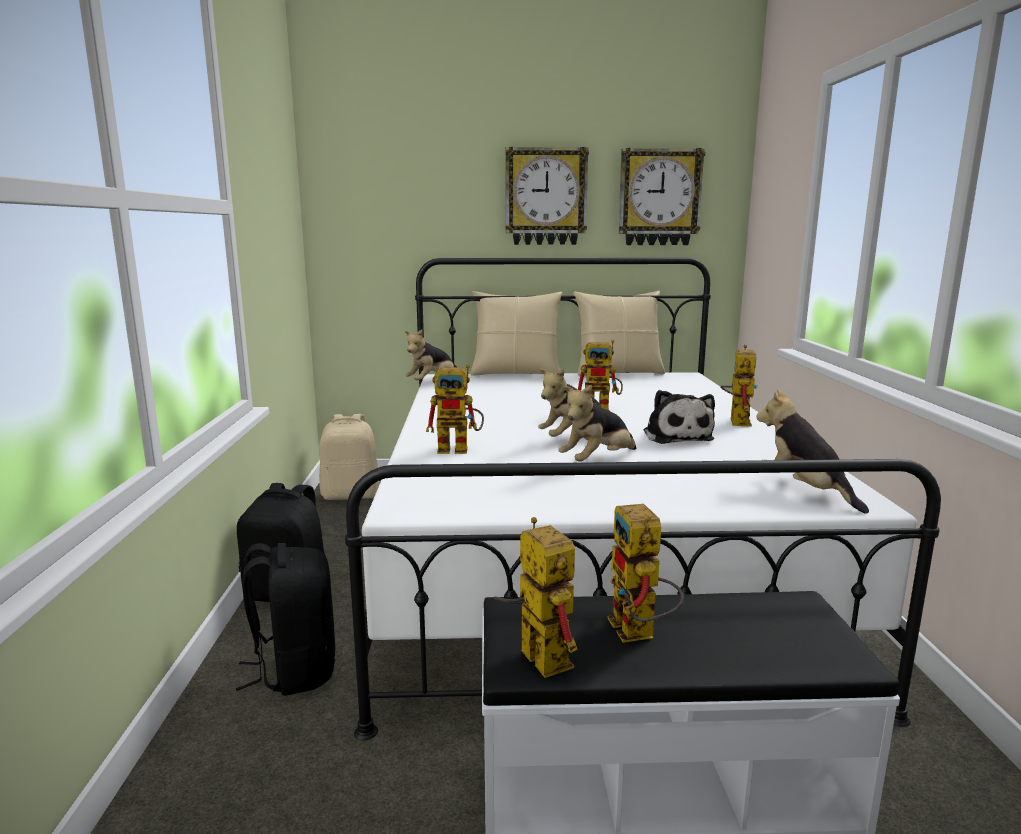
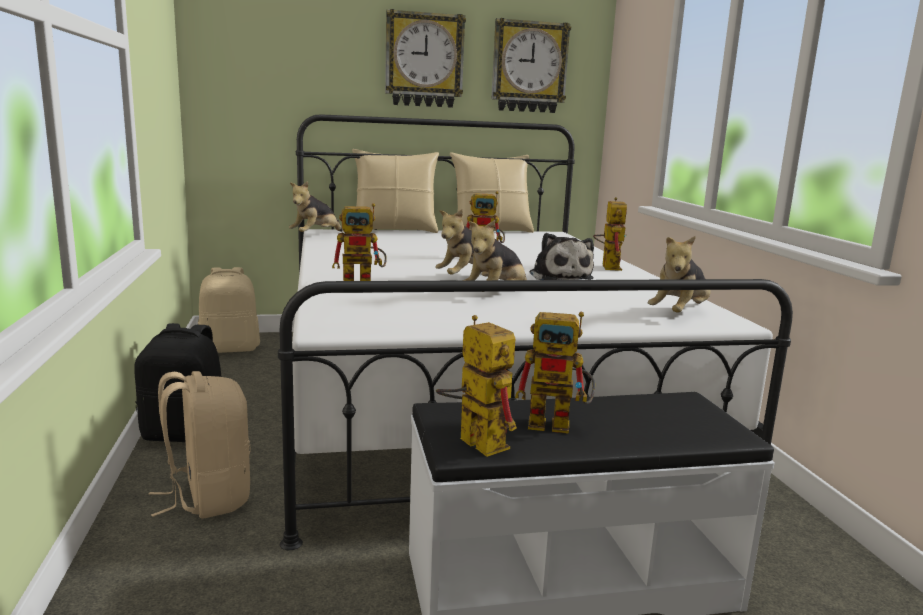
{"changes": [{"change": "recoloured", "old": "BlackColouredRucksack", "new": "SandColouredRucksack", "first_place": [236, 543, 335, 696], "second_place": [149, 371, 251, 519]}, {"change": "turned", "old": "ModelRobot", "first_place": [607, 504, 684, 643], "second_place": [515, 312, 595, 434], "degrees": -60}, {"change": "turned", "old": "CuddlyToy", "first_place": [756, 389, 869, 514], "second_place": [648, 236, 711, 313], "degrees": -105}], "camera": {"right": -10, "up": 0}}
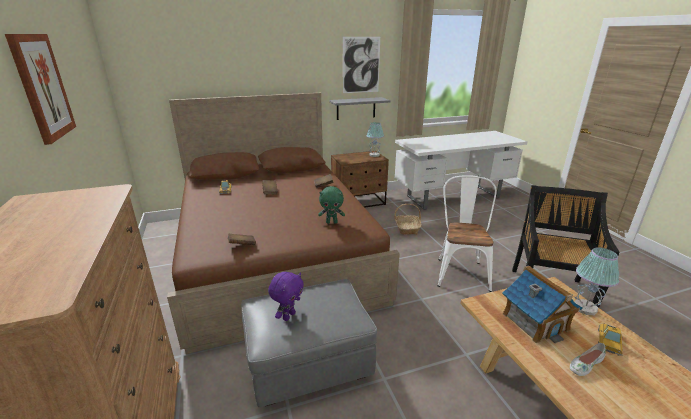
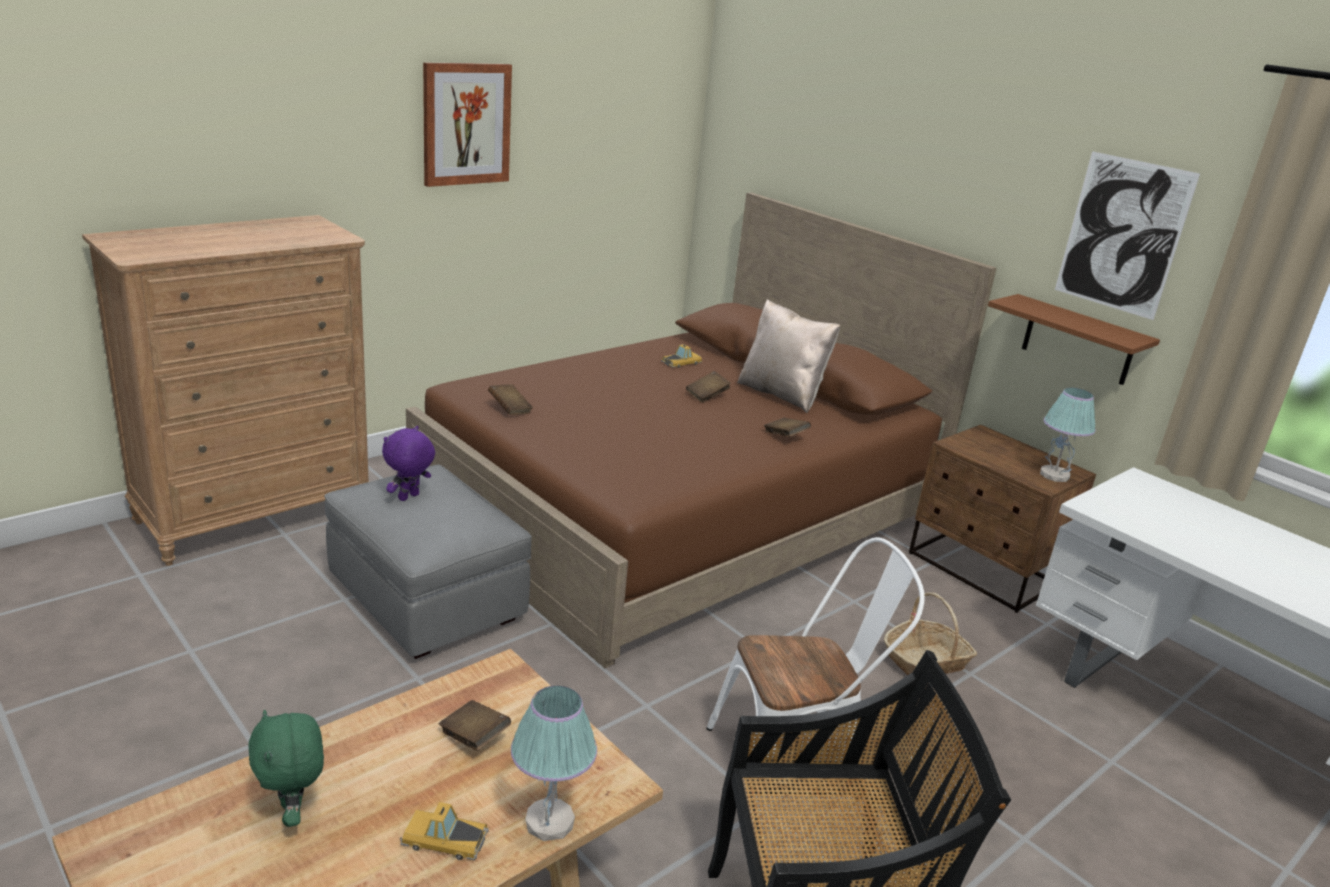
{"changes": [{"change": "moved", "old": "GreenColouredCuddlyToy", "first_place": [318, 186, 345, 224], "second_place": [248, 710, 324, 827]}, {"change": "turned", "old": "PurplishCuddlyToy", "first_place": [268, 272, 304, 321], "second_place": [382, 426, 435, 501], "degrees": 120}, {"change": "replaced", "old": "ModelHouse", "new": "BrownBook", "first_place": [502, 266, 582, 343], "second_place": [439, 700, 511, 751]}, {"change": "added", "new": "SandColouredPillow", "second_place": [737, 299, 841, 413]}, {"change": "recoloured", "old": "GrayShelf", "new": "BrownShelf", "first_place": [329, 97, 390, 120], "second_place": [988, 294, 1160, 385]}, {"change": "removed", "old": "WhiteColouredItemOfFootwear", "first_place": [570, 343, 606, 376]}], "camera": {"right": 65, "up": 0}}
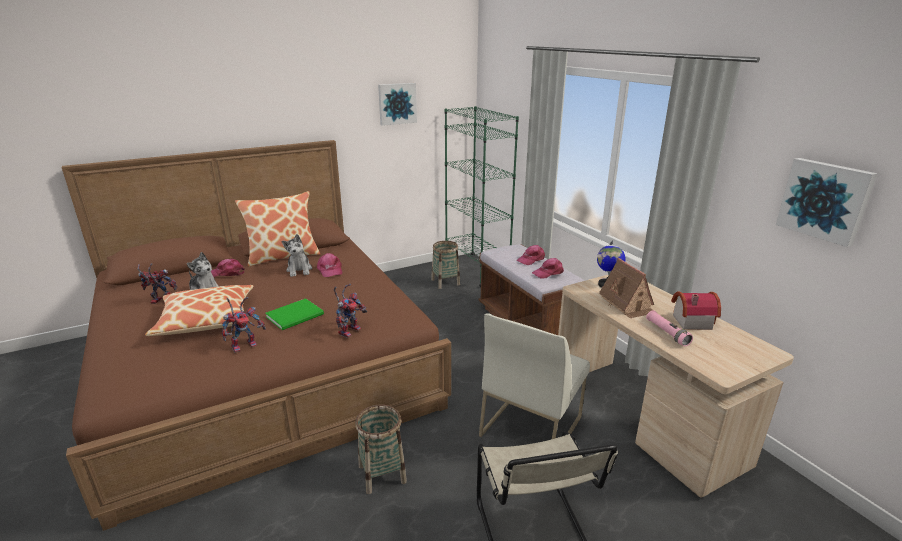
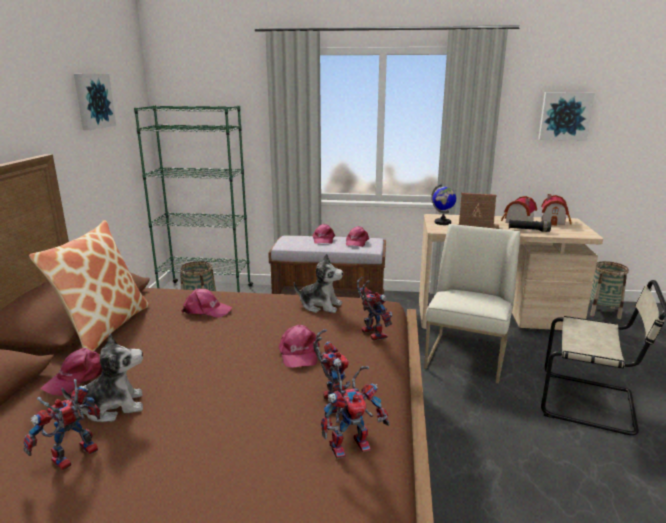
{"changes": [{"change": "replaced", "old": "GreenColouredBook", "new": "PinkBaseballCap", "first_place": [265, 298, 324, 330], "second_place": [279, 325, 320, 368]}, {"change": "moved", "old": "CuddlyToy", "first_place": [282, 234, 312, 277], "second_place": [294, 254, 343, 313]}, {"change": "added", "new": "ModelRobot", "second_place": [321, 363, 390, 459]}, {"change": "turned", "old": "WhiteColouredUprightChair", "first_place": [479, 313, 590, 439], "second_place": [424, 224, 520, 384], "degrees": -135}, {"change": "recoloured", "old": "PinkTorch", "new": "BlackColouredTorch", "first_place": [646, 310, 693, 346], "second_place": [509, 220, 551, 232]}, {"change": "added", "new": "ModelHouse", "second_place": [541, 194, 572, 226]}, {"change": "moved", "old": "StorageBasket", "first_place": [355, 405, 407, 494], "second_place": [589, 261, 629, 319]}, {"change": "removed", "old": "Pillow", "first_place": [145, 285, 254, 336]}], "camera": {"right": -55, "up": -5}}
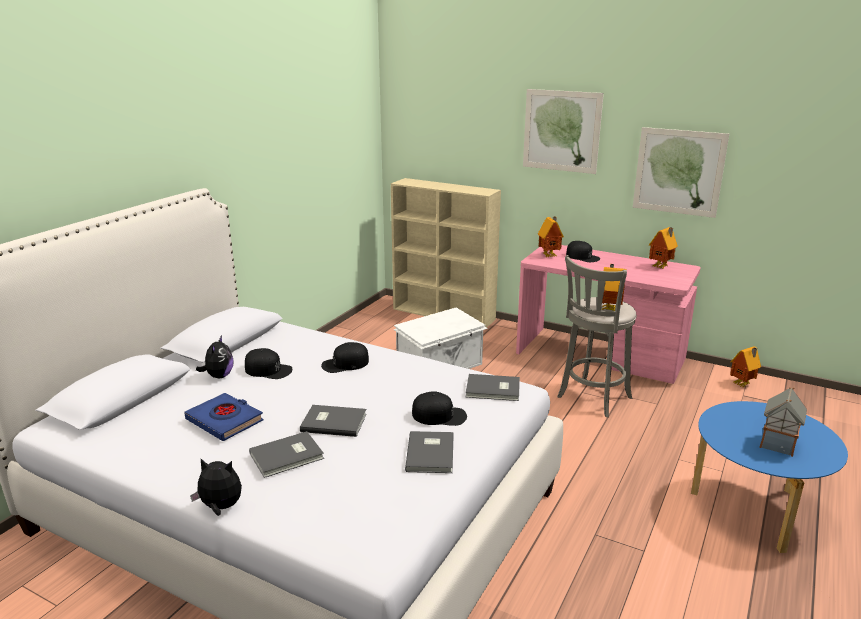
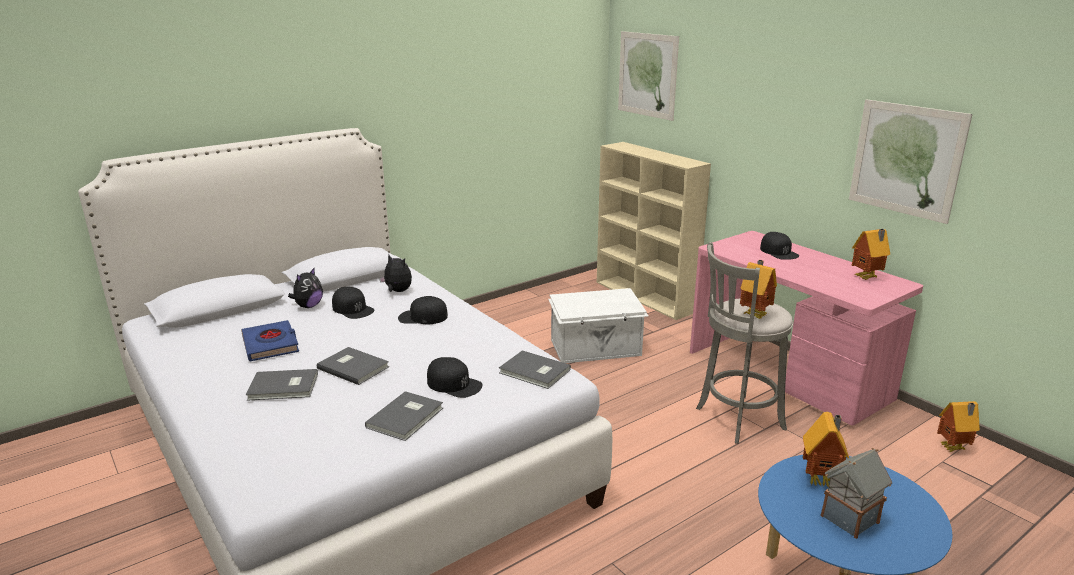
{"changes": [{"change": "moved", "old": "CuddlyToy", "first_place": [190, 459, 242, 516], "second_place": [379, 255, 412, 292]}, {"change": "moved", "old": "WallArt", "first_place": [523, 89, 604, 174], "second_place": [618, 31, 679, 121]}, {"change": "moved", "old": "ModelHouse", "first_place": [538, 216, 564, 257], "second_place": [803, 412, 849, 487]}], "camera": {"right": 25, "up": 0}}
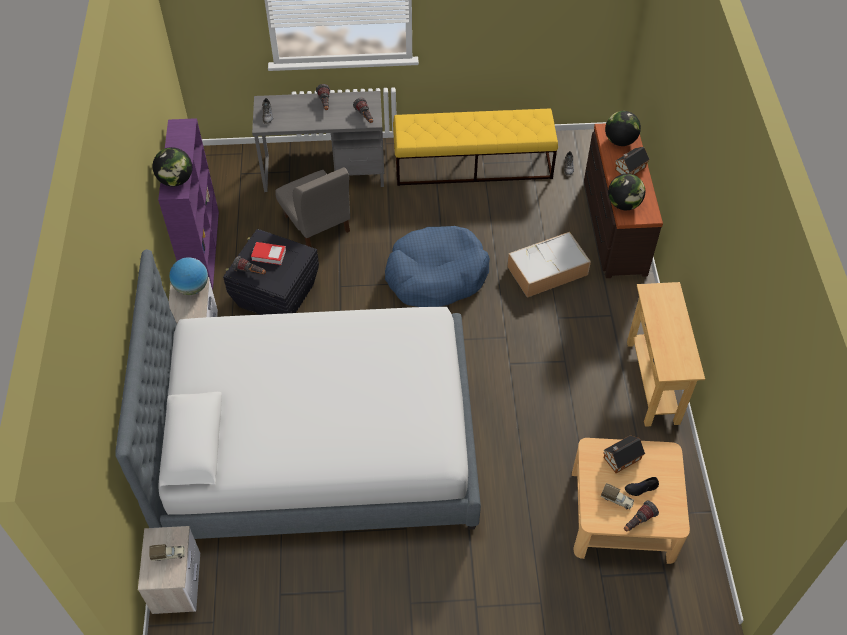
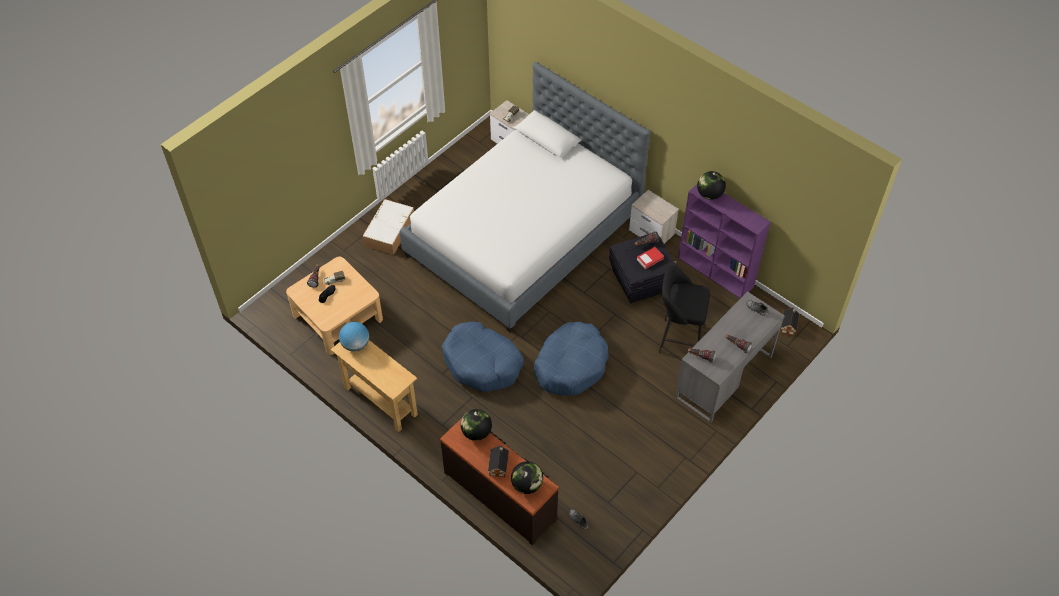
{"changes": [{"change": "moved", "old": "DeskGlobe", "first_place": [169, 257, 208, 295], "second_place": [339, 322, 369, 352]}, {"change": "moved", "old": "StorageBox", "first_place": [507, 232, 591, 298], "second_place": [363, 199, 414, 255]}, {"change": "added", "new": "BlueDogBed", "second_place": [442, 322, 524, 392]}, {"change": "replaced", "old": "GrayUprightChair", "new": "BlackColouredSittingStool", "first_place": [275, 167, 350, 247], "second_place": [658, 265, 710, 353]}, {"change": "moved", "old": "ModelHouse", "first_place": [603, 435, 645, 473], "second_place": [780, 308, 799, 336]}, {"change": "removed", "old": "YellowishBench", "first_place": [393, 109, 558, 186]}], "camera": {"right": 135, "up": 0}}
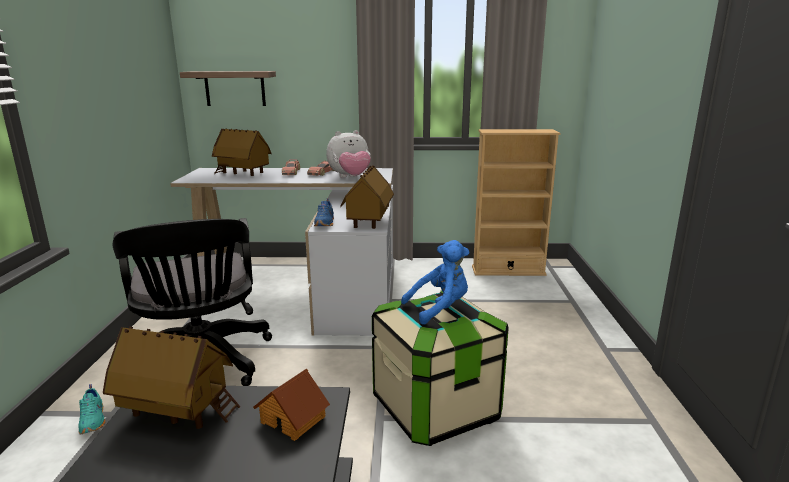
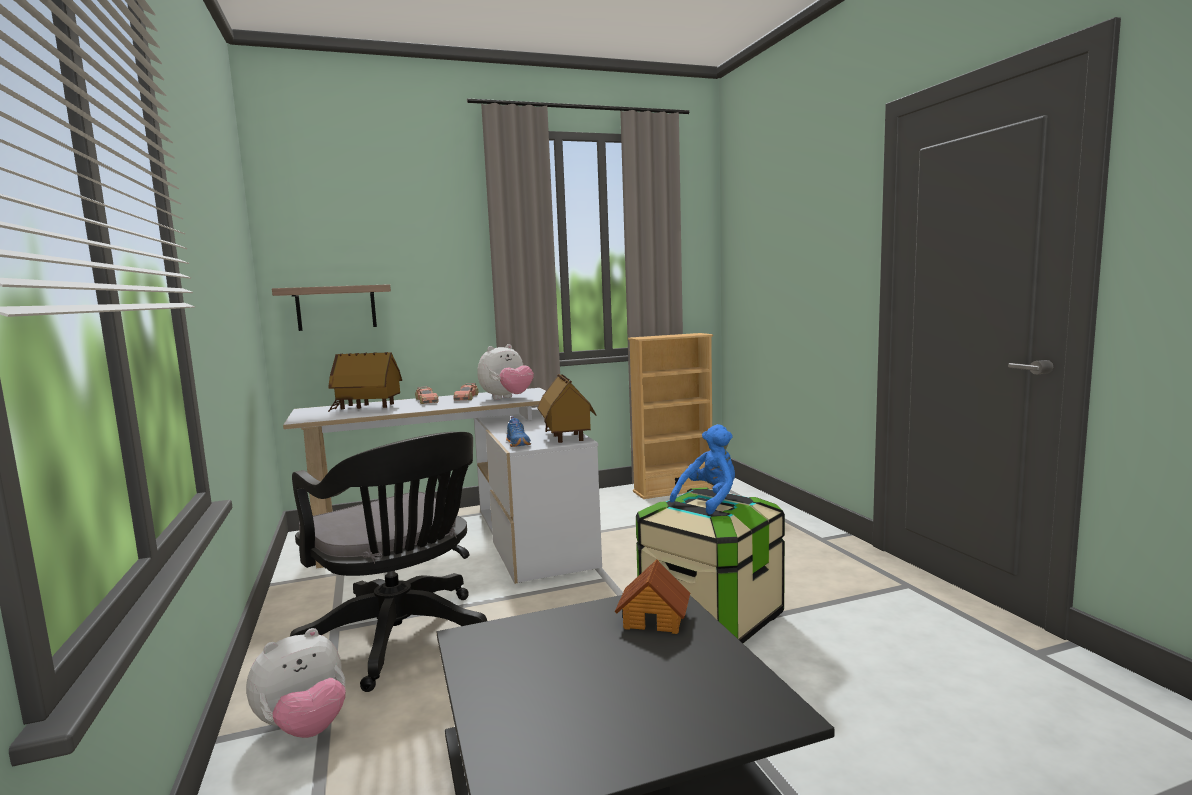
{"changes": [{"change": "replaced", "old": "TurquoiseItemOfFootwear", "new": "CuddlyToy", "first_place": [79, 384, 106, 435], "second_place": [246, 628, 346, 738]}, {"change": "removed", "old": "ModelHouse", "first_place": [103, 326, 240, 429]}], "camera": {"right": -20, "up": -10}}
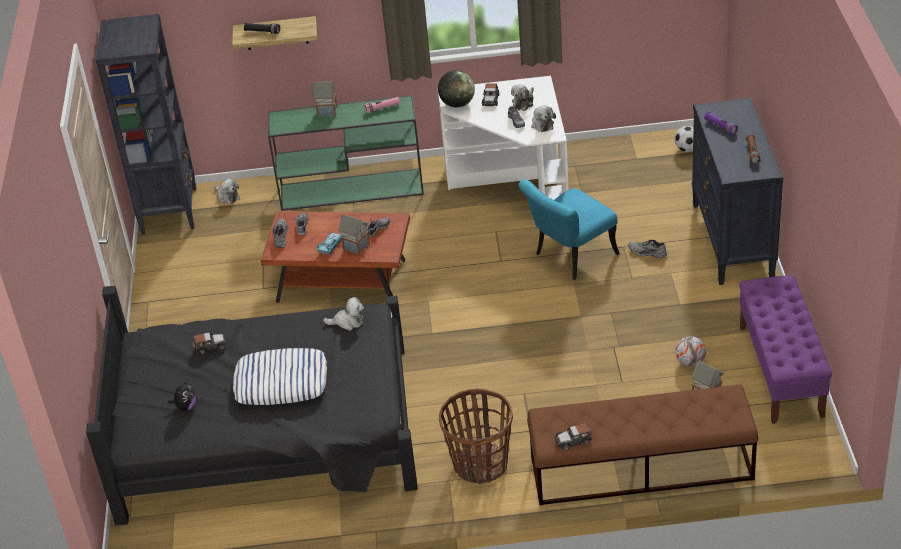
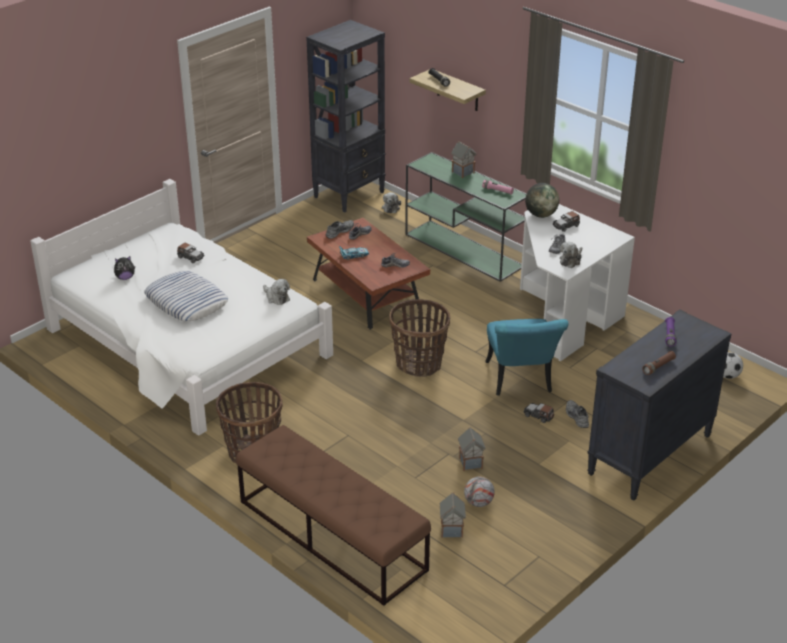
{"changes": [{"change": "recoloured", "old": "BlackColouredSleepingBed", "new": "WhiteColouredSleepingBed", "first_place": [86, 286, 418, 525], "second_place": [30, 179, 333, 436]}, {"change": "added", "new": "StorageBasket", "second_place": [389, 299, 450, 377]}, {"change": "moved", "old": "ModelHouse", "first_place": [338, 213, 370, 255], "second_place": [458, 427, 486, 471]}, {"change": "turned", "old": "TurquoiseUprightChair", "first_place": [519, 180, 620, 280], "second_place": [485, 319, 569, 396], "degrees": -105}, {"change": "moved", "old": "ModelCar", "first_place": [555, 423, 592, 451], "second_place": [524, 403, 554, 423]}, {"change": "removed", "old": "CuddlyToy", "first_place": [511, 84, 534, 111]}, {"change": "removed", "old": "PurplishBench", "first_place": [739, 275, 832, 424]}], "camera": {"right": 45, "up": -5}}
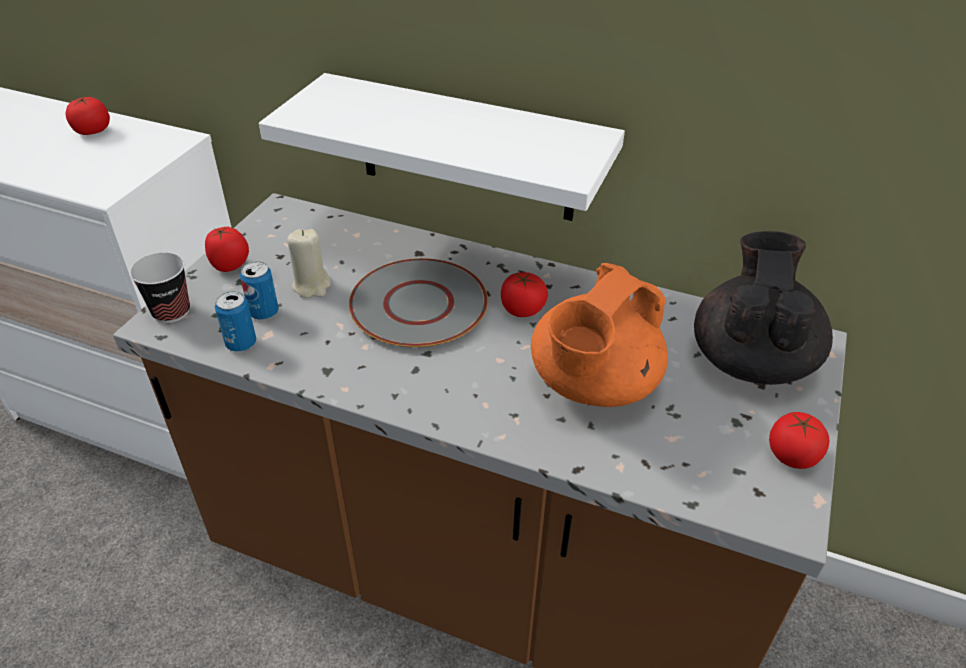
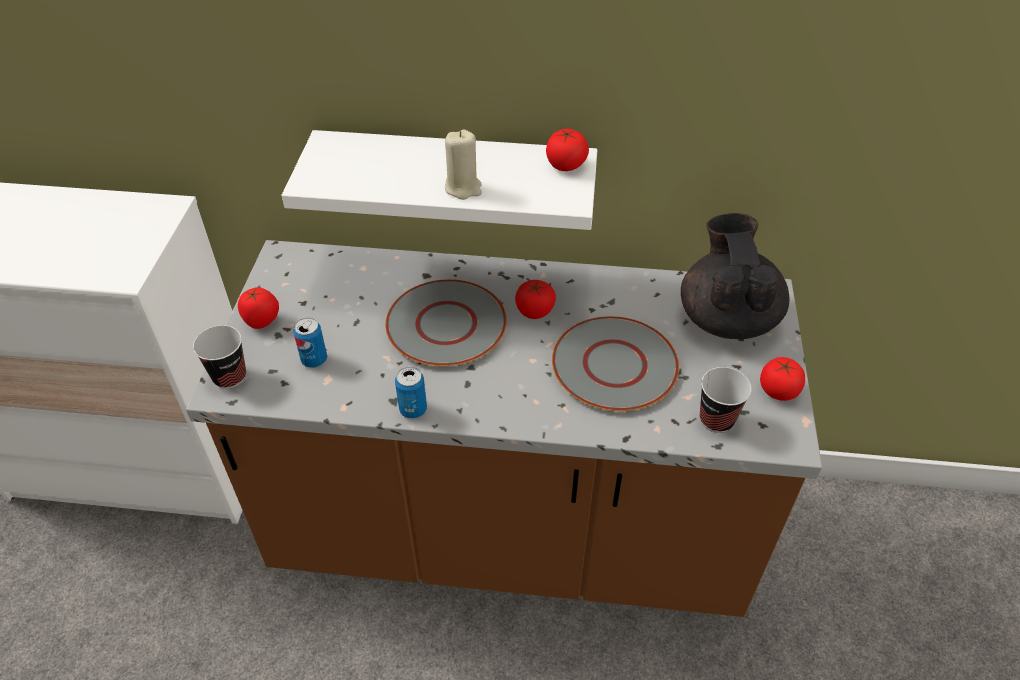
{"changes": [{"change": "moved", "old": "Can", "first_place": [215, 291, 256, 352], "second_place": [395, 367, 427, 419]}, {"change": "moved", "old": "SandColouredWaxCandle", "first_place": [287, 229, 331, 298], "second_place": [445, 130, 482, 200]}, {"change": "moved", "old": "Tomato", "first_place": [66, 96, 110, 135], "second_place": [546, 129, 589, 171]}, {"change": "replaced", "old": "OrangeTeaPot", "new": "GrayPlate", "first_place": [531, 263, 668, 407], "second_place": [552, 316, 679, 411]}, {"change": "added", "new": "Cup", "second_place": [700, 367, 752, 433]}], "camera": {"right": -15, "up": 5}}
